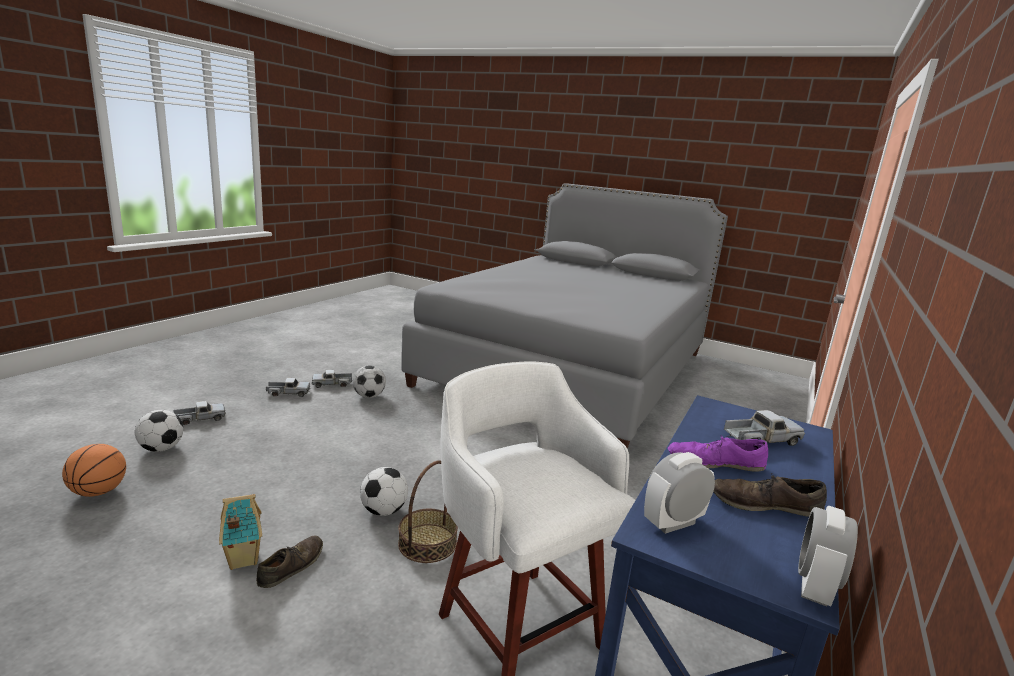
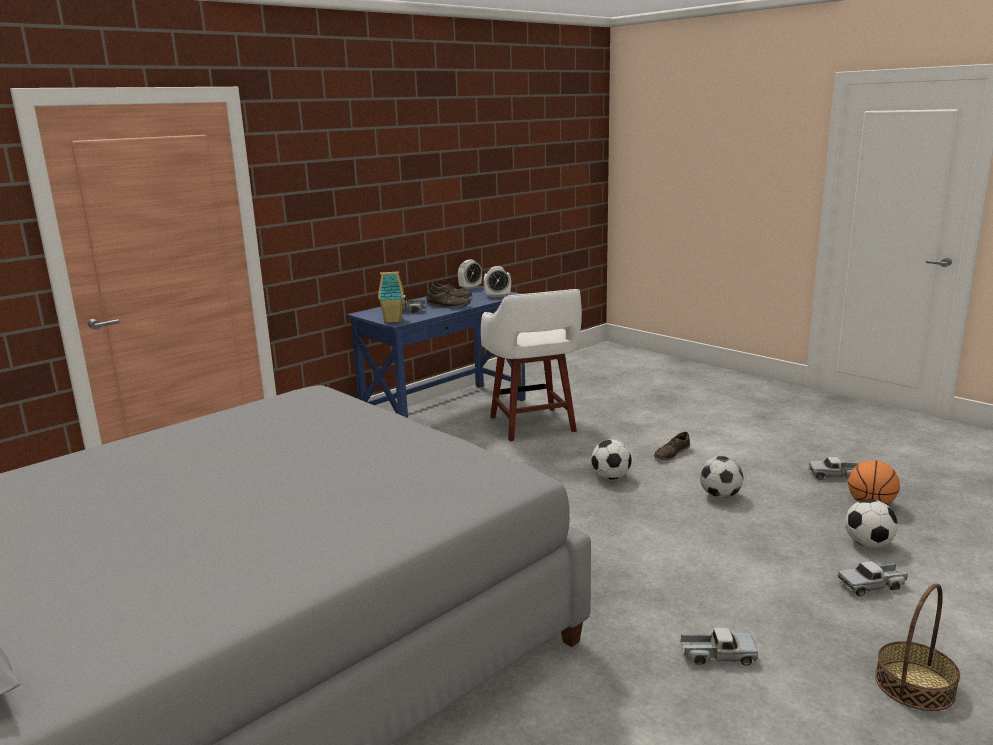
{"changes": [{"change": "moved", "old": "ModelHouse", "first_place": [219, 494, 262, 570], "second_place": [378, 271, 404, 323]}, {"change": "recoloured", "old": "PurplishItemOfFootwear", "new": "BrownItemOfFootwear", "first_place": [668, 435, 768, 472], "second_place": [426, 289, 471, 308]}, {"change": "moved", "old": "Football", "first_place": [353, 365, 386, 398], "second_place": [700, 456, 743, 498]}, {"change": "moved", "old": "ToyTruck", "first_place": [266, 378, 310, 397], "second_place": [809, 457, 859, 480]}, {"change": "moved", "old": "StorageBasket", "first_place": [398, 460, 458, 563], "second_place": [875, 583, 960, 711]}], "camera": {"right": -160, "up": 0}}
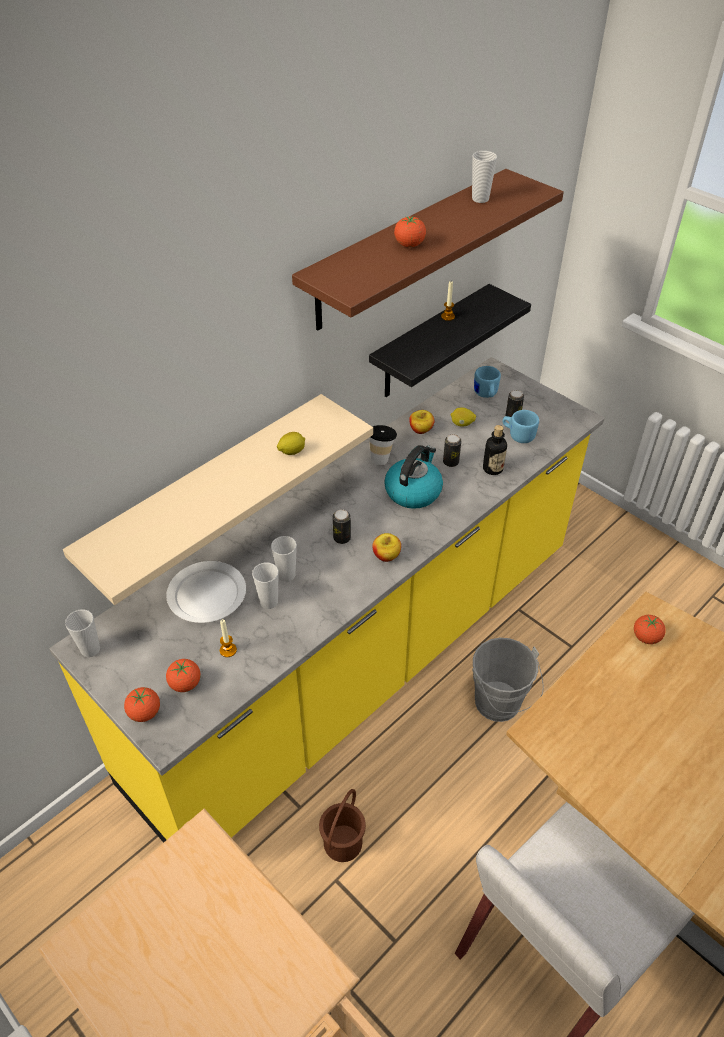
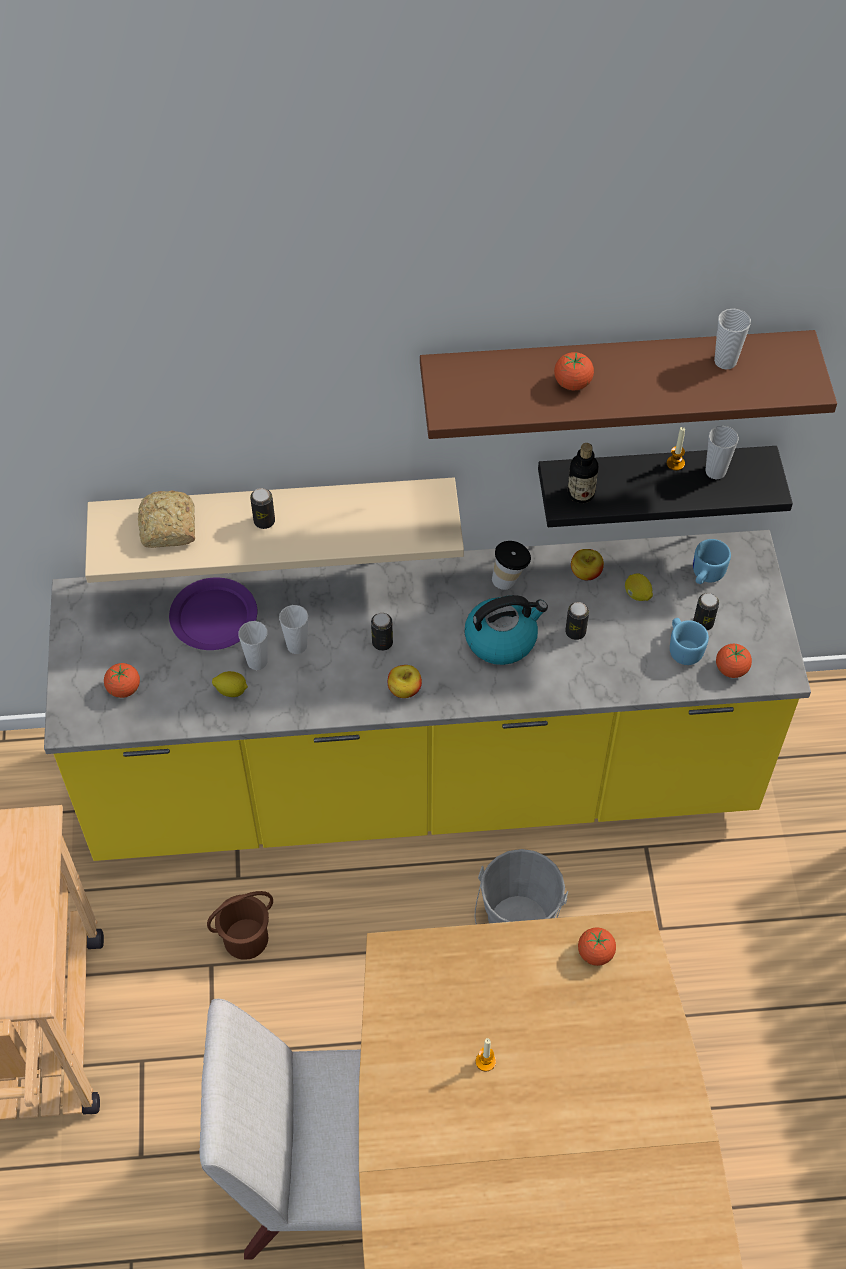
{"changes": [{"change": "added", "new": "BakeryBread", "second_place": [138, 491, 195, 548]}, {"change": "recoloured", "old": "WhiteColouredPlate", "new": "PurplishPlate", "first_place": [166, 561, 246, 623], "second_place": [169, 578, 257, 650]}, {"change": "moved", "old": "CitrusFruit", "first_place": [277, 432, 305, 455], "second_place": [212, 671, 248, 697]}, {"change": "added", "new": "Can", "second_place": [250, 488, 275, 529]}, {"change": "moved", "old": "WaxCandle", "first_place": [220, 619, 237, 657], "second_place": [476, 1038, 496, 1072]}, {"change": "moved", "old": "BeverageBottle", "first_place": [483, 425, 507, 475], "second_place": [567, 443, 599, 503]}, {"change": "moved", "old": "Cup", "first_place": [65, 609, 100, 657], "second_place": [705, 426, 739, 479]}, {"change": "moved", "old": "Tomato", "first_place": [124, 687, 160, 722], "second_place": [716, 644, 752, 678]}], "camera": {"right": 40, "up": 10}}
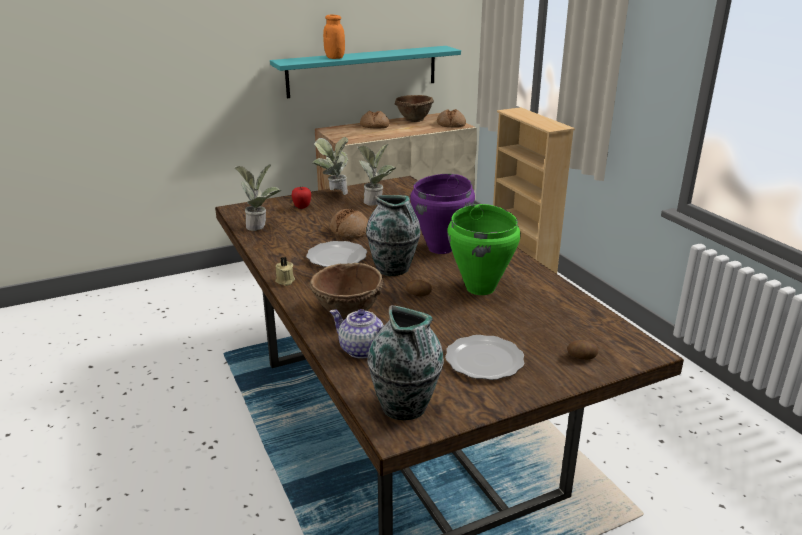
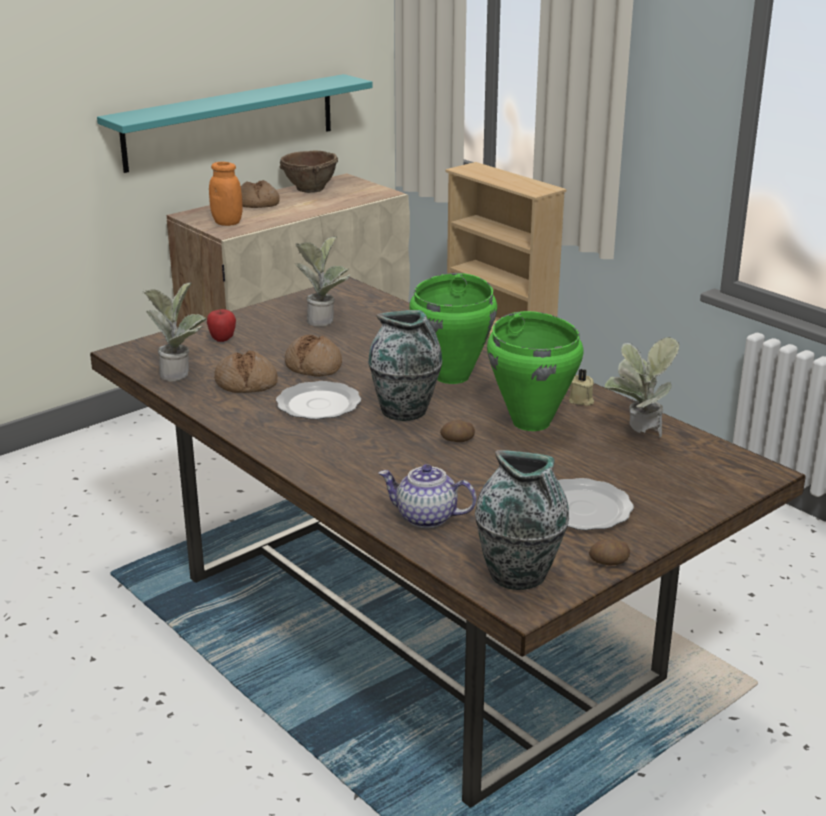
{"changes": [{"change": "moved", "old": "OrangePreserveJar", "first_place": [323, 15, 345, 59], "second_place": [209, 162, 243, 226]}, {"change": "moved", "old": "BakeryBread", "first_place": [437, 109, 466, 127], "second_place": [214, 350, 278, 393]}, {"change": "recoloured", "old": "PurplishSaucepot", "new": "GreenColouredSaucepot", "first_place": [410, 174, 475, 254], "second_place": [409, 273, 497, 384]}, {"change": "moved", "old": "SandColouredWaxCandle", "first_place": [275, 257, 295, 286], "second_place": [569, 369, 594, 406]}, {"change": "moved", "old": "Potato", "first_place": [567, 340, 598, 360], "second_place": [589, 539, 630, 566]}, {"change": "moved", "old": "PlantInAPot", "first_place": [313, 137, 348, 195], "second_place": [605, 337, 679, 438]}, {"change": "removed", "old": "BrownBowl", "first_place": [309, 263, 383, 320]}], "camera": {"right": -15, "up": 0}}
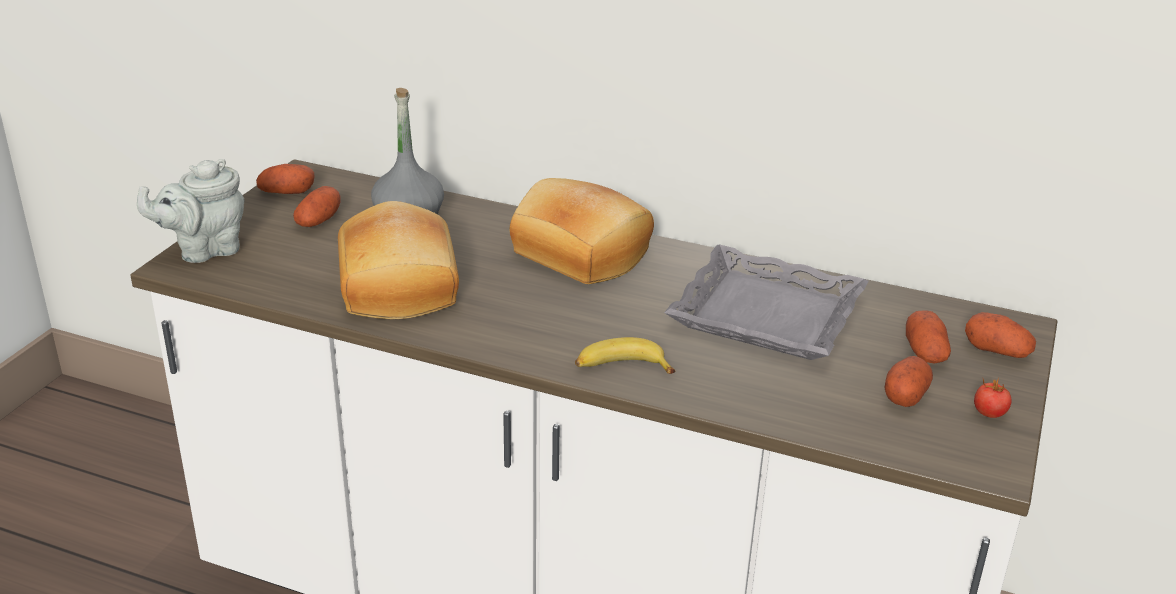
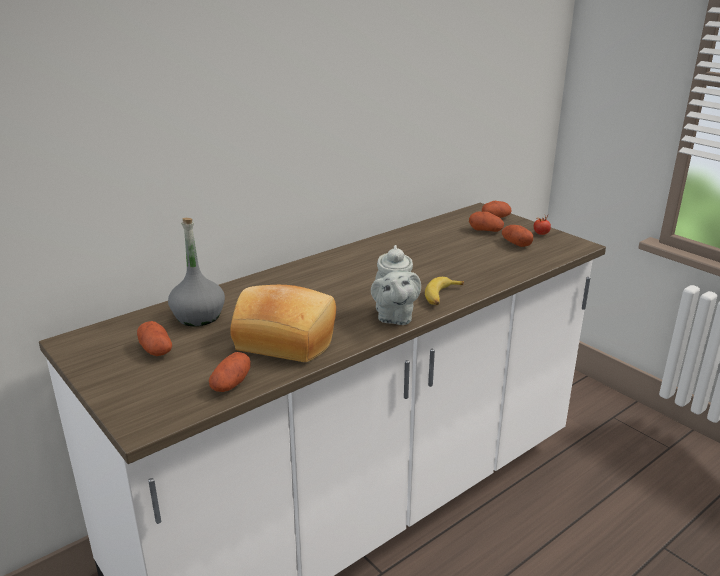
{"changes": [{"change": "moved", "old": "Potato", "first_place": [256, 164, 314, 194], "second_place": [209, 352, 251, 392]}, {"change": "moved", "old": "GrayTeaPot", "first_place": [137, 159, 244, 263], "second_place": [371, 245, 421, 325]}, {"change": "removed", "old": "BakeryBread", "first_place": [509, 178, 654, 284]}, {"change": "removed", "old": "GrayTray", "first_place": [664, 245, 869, 360]}], "camera": {"right": -60, "up": -5}}
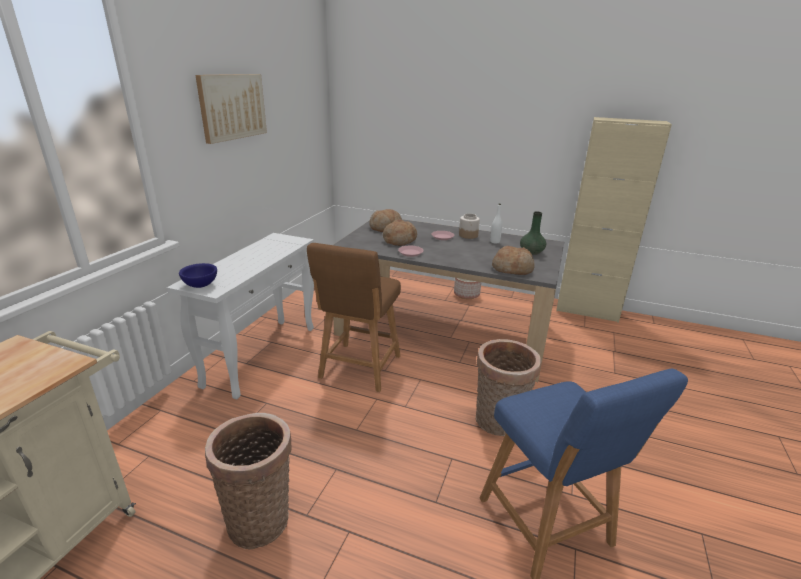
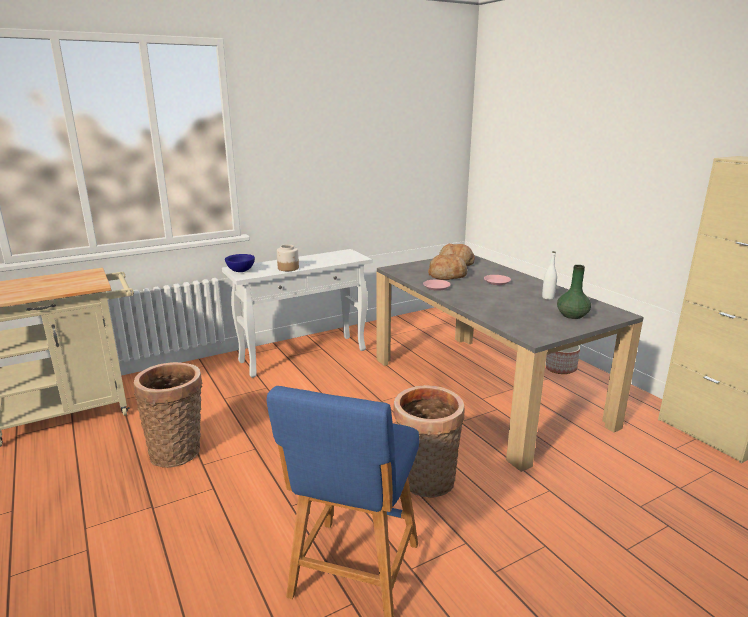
{"changes": [{"change": "moved", "old": "PreserveJar", "first_place": [459, 214, 480, 239], "second_place": [277, 244, 299, 271]}, {"change": "removed", "old": "WallArt", "first_place": [195, 74, 267, 144]}, {"change": "removed", "old": "BrownSittingStool", "first_place": [307, 243, 401, 392]}, {"change": "removed", "old": "BakeryBread", "first_place": [492, 246, 535, 275]}], "camera": {"right": 40, "up": -5}}
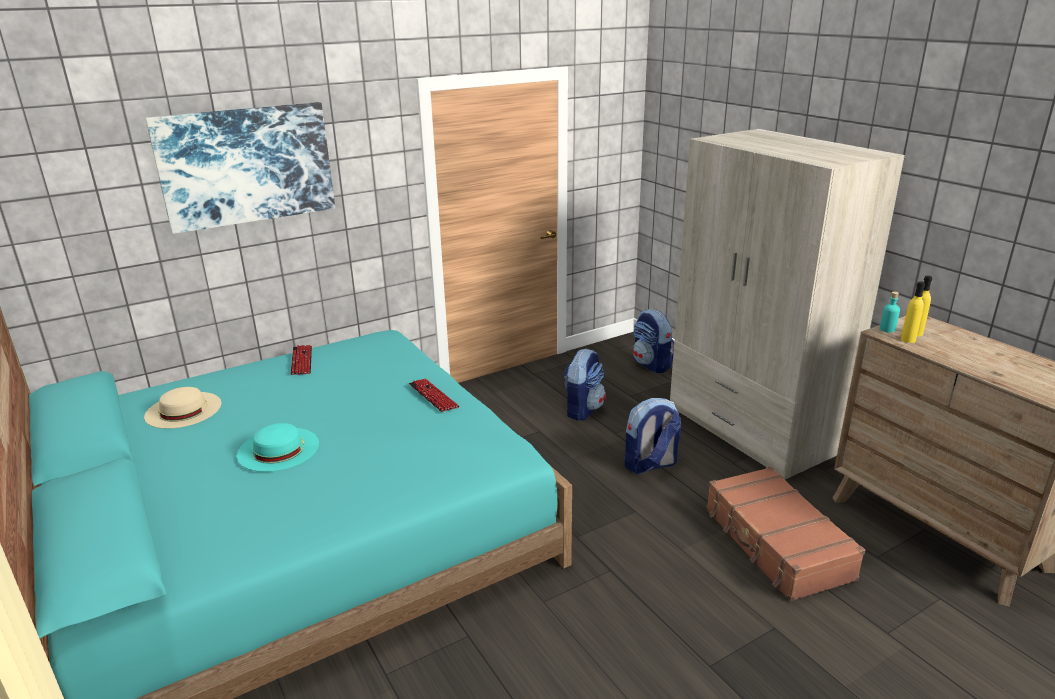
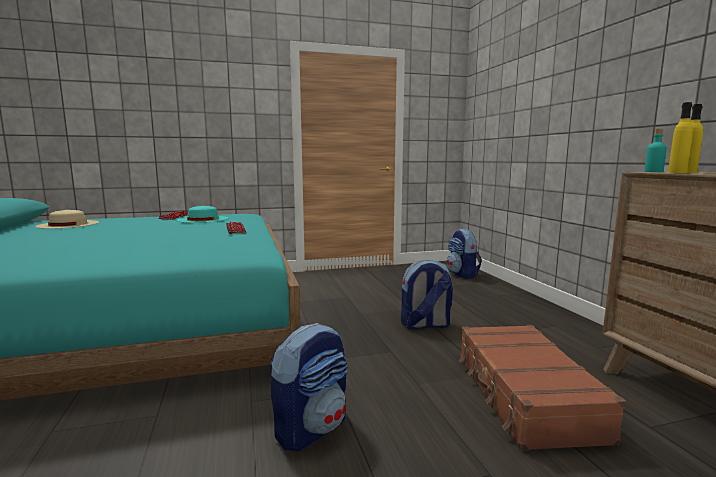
{"changes": [{"change": "moved", "old": "TurquoiseWearableHat", "first_place": [237, 423, 319, 472], "second_place": [177, 206, 229, 223]}, {"change": "moved", "old": "Rucksack", "first_place": [563, 348, 606, 421], "second_place": [270, 323, 348, 451]}, {"change": "removed", "old": "WallArt", "first_place": [145, 102, 335, 234]}, {"change": "removed", "old": "SandColouredArmoire", "first_place": [670, 129, 905, 480]}], "camera": {"right": 15, "up": -15}}
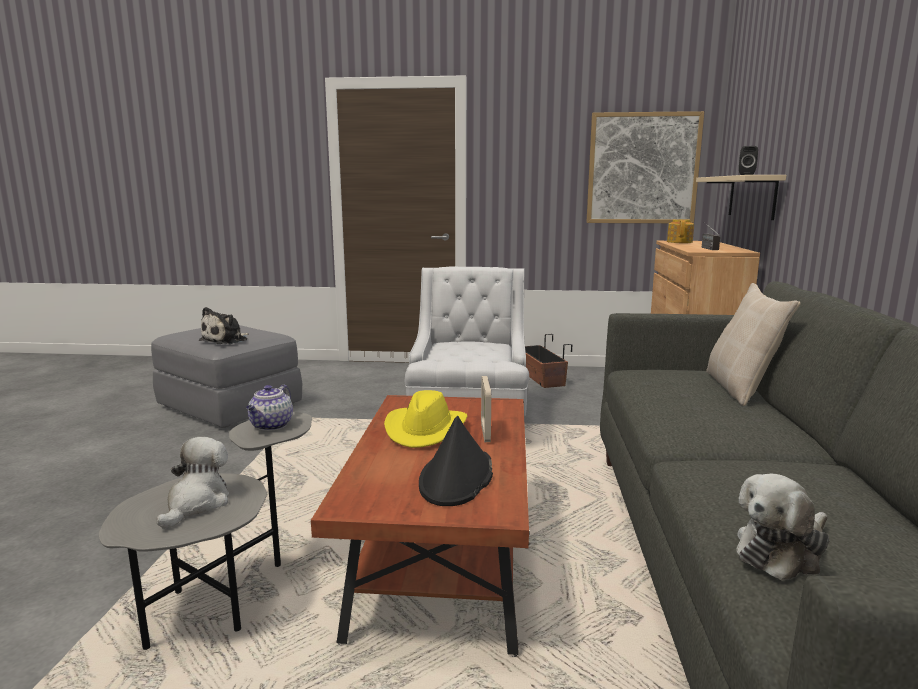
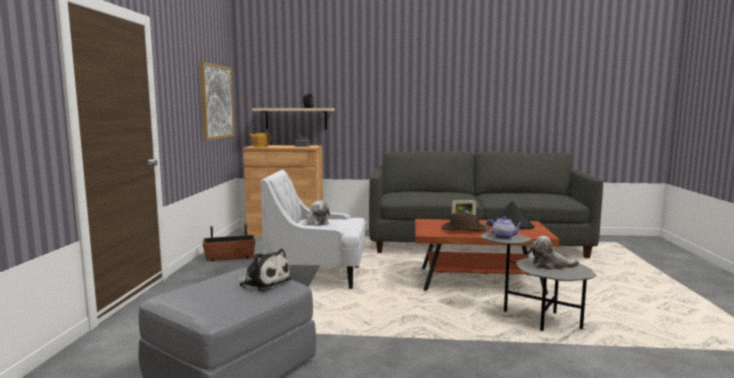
{"changes": [{"change": "moved", "old": "CuddlyToy", "first_place": [736, 474, 830, 580], "second_place": [306, 200, 330, 226]}, {"change": "recoloured", "old": "YellowishWearableHat", "new": "BrownWearableHat", "first_place": [384, 390, 467, 448], "second_place": [441, 212, 490, 231]}, {"change": "removed", "old": "SandColouredPillow", "first_place": [706, 283, 801, 406]}], "camera": {"right": -90, "up": -5}}
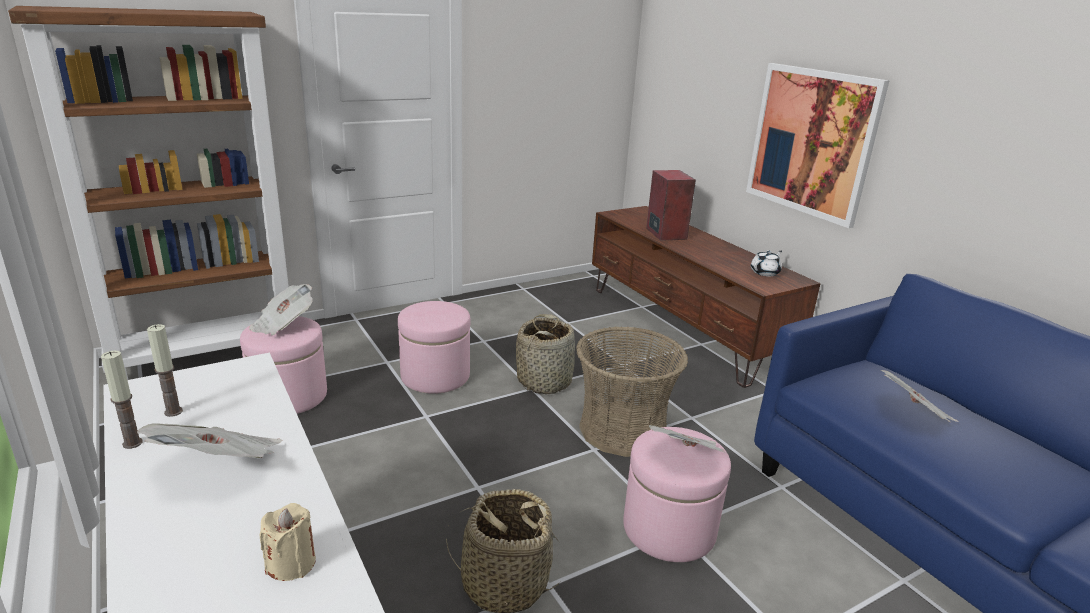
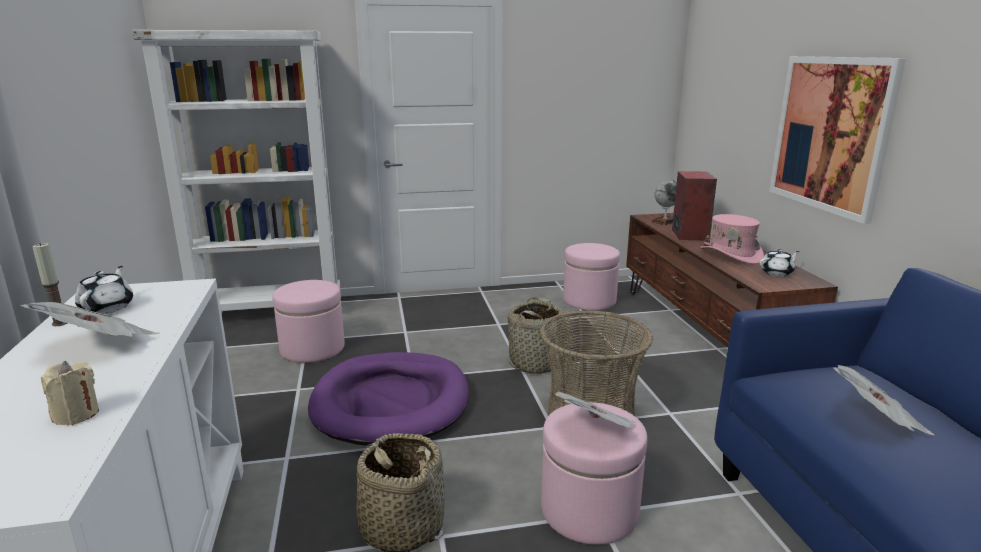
{"changes": [{"change": "replaced", "old": "WaxCandle", "new": "WhiteColouredTeaPot", "first_place": [147, 324, 183, 417], "second_place": [75, 266, 133, 314]}, {"change": "recoloured", "old": "BrownBookcase", "new": "WhiteColouredBookcase", "first_place": [8, 6, 289, 380], "second_place": [132, 30, 340, 311]}, {"change": "added", "new": "PurplishDogBed", "second_place": [308, 352, 469, 446]}, {"change": "moved", "old": "PinkOttoman", "first_place": [398, 301, 470, 394], "second_place": [563, 243, 620, 310]}, {"change": "added", "new": "DeskGlobe", "second_place": [652, 180, 677, 225]}, {"change": "added", "new": "PinkWearableHat", "second_place": [700, 214, 764, 264]}, {"change": "removed", "old": "DailyPaper", "first_place": [249, 284, 313, 335]}], "camera": {"right": 20, "up": -5}}
